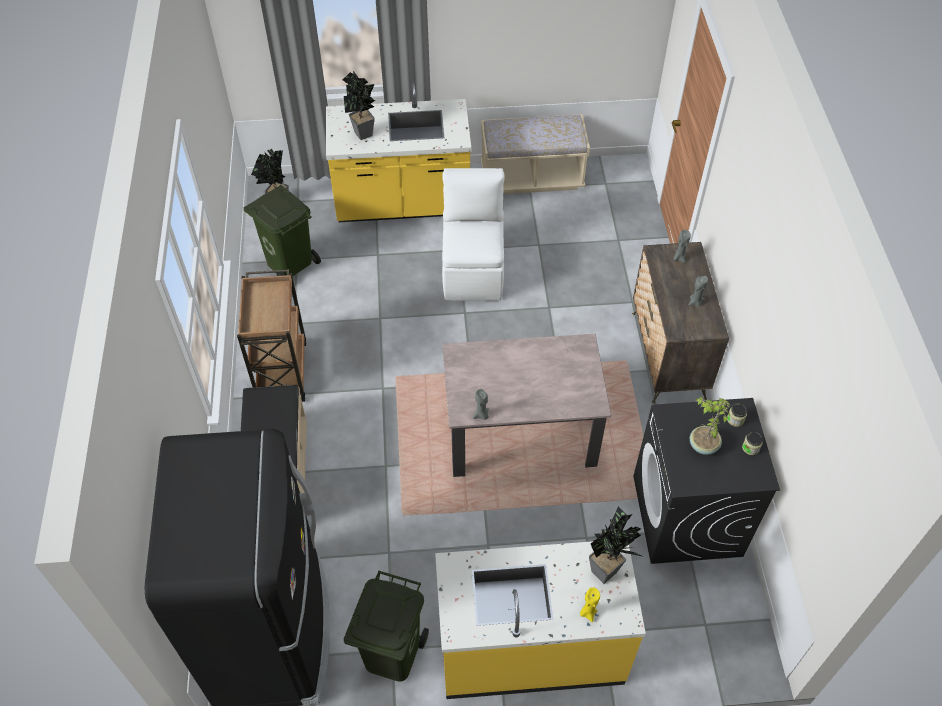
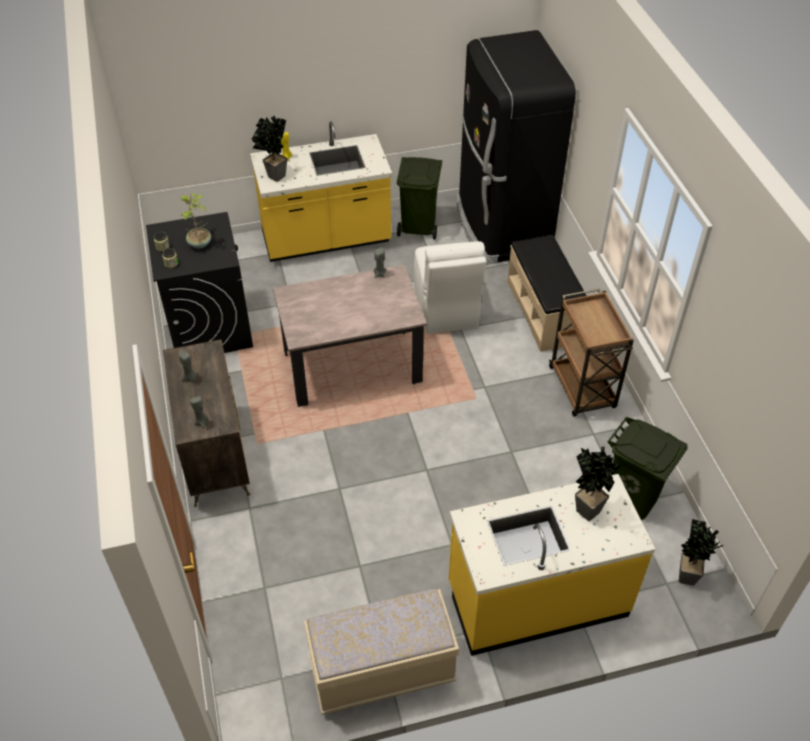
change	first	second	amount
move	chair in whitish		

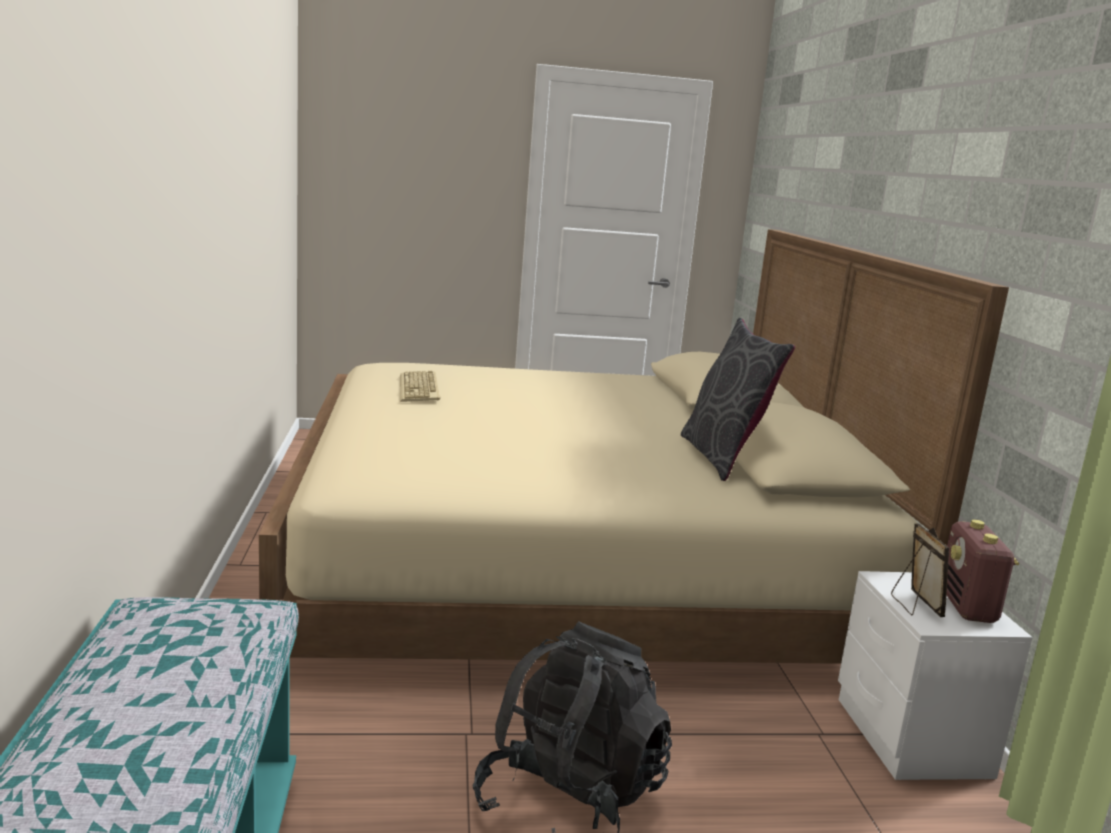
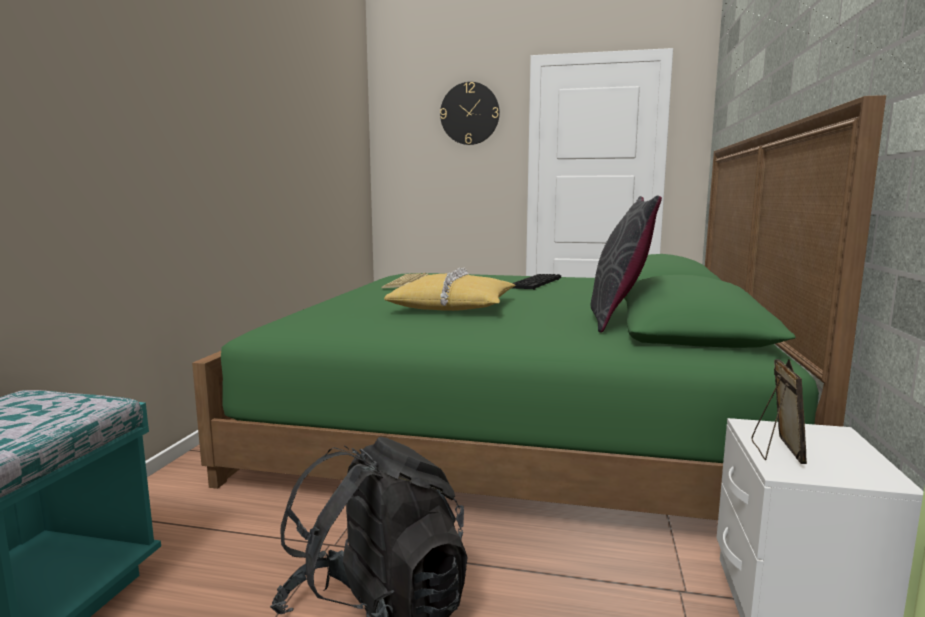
change	first	second	amount
recolor	bedroom bed in beige-coloured	bedroom bed in green-coloured	
insert		pillow in yellow-coloured	
insert		wall clock	
insert		computer keyboard (2nd from left)	
delete	radio receiver		

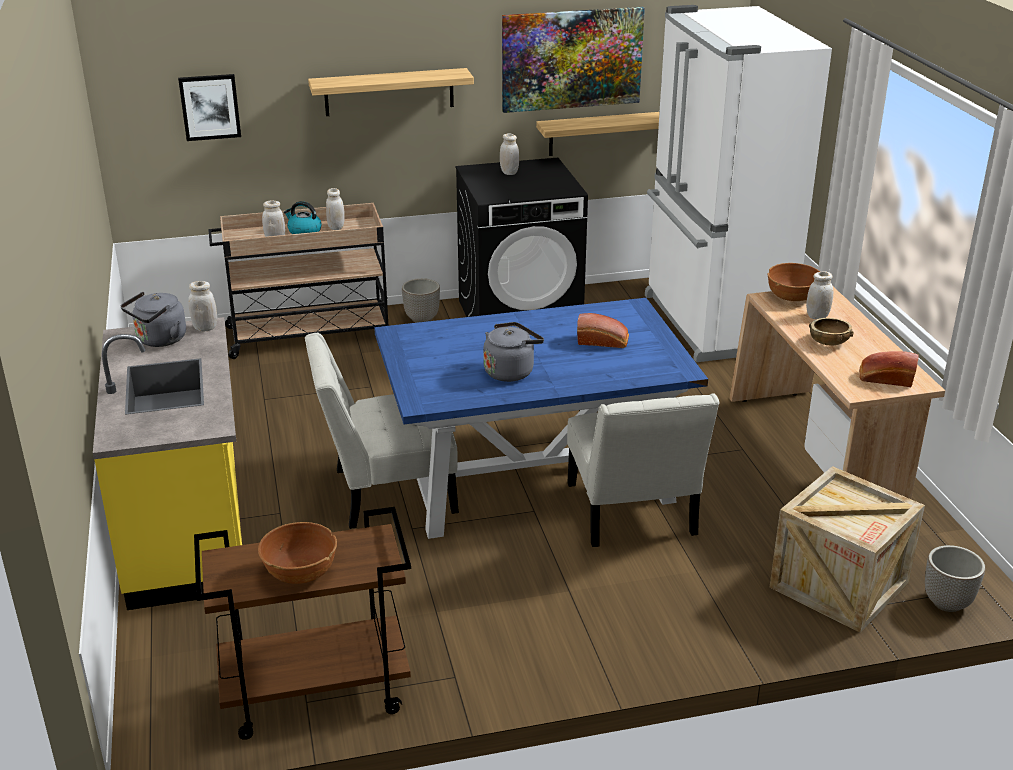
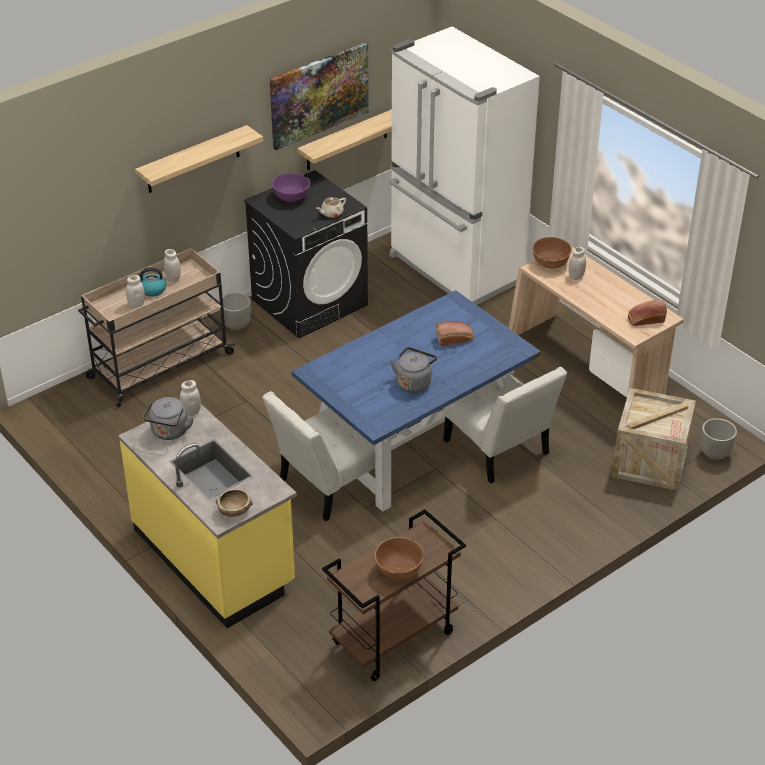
change	first	second	amount
move	serving bowl in brownish (3rd from left in the first image)	serving bowl in brownish (1st from left)	
replace	storage jar in whitish (4th from left)	serving bowl in purplish	
insert		teapot in beige-coloured	
delete	wall art (1st from left)		

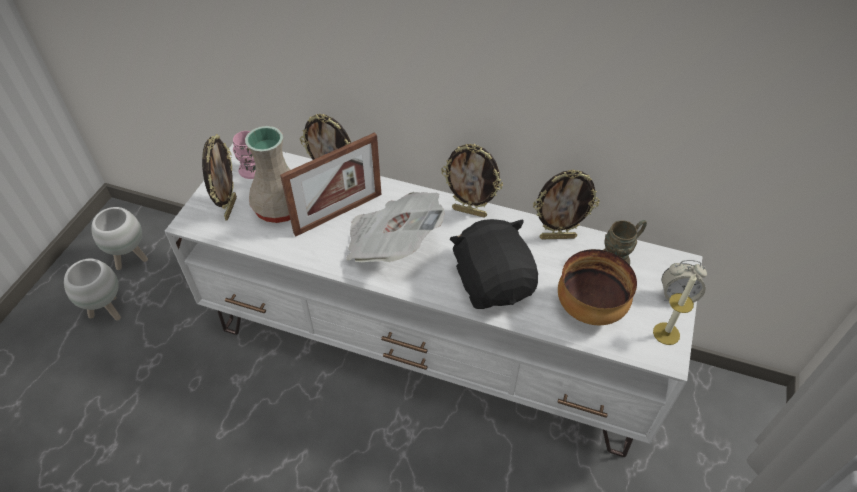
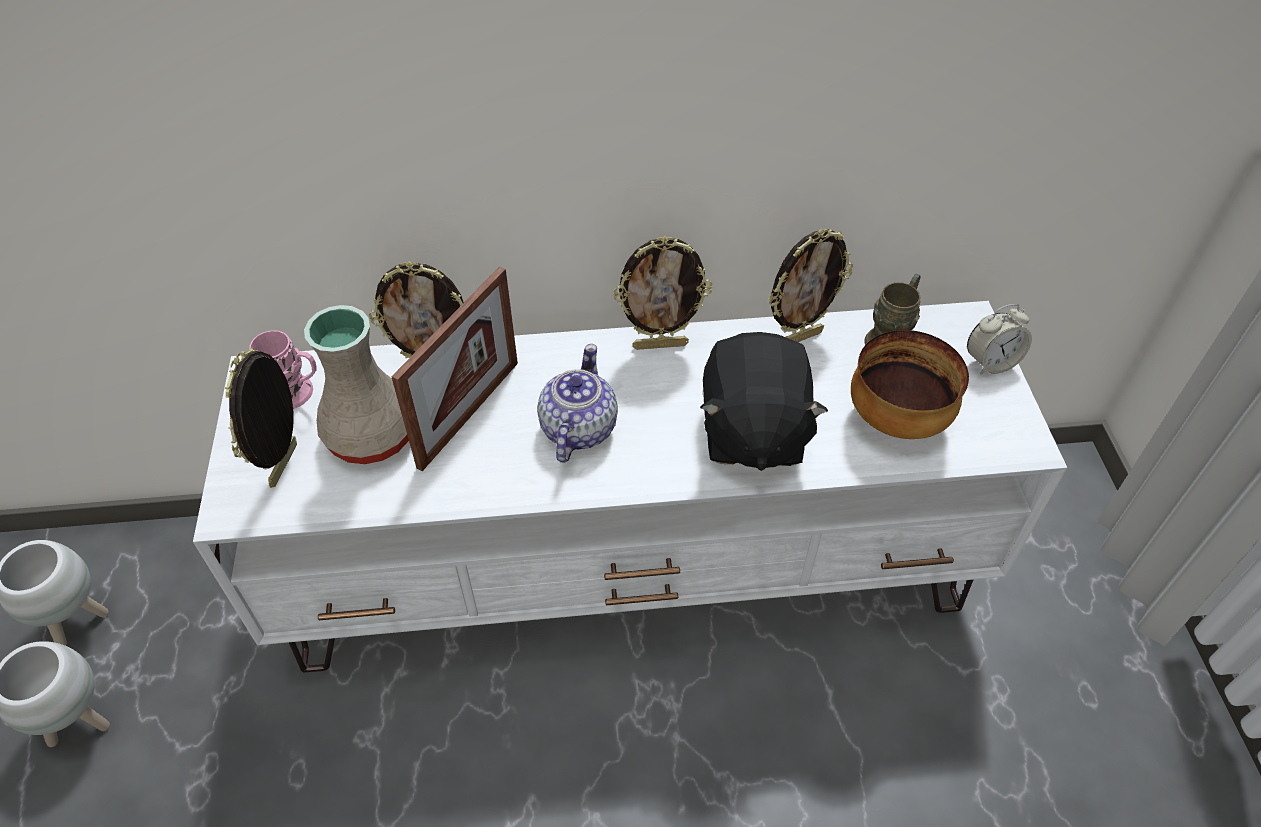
change	first	second	amount
rotate	picture frame (1st from left)		150 degrees counterclockwise
replace	daily paper	teapot	
rotate	soft toy in black		135 degrees counterclockwise
delete	candle		

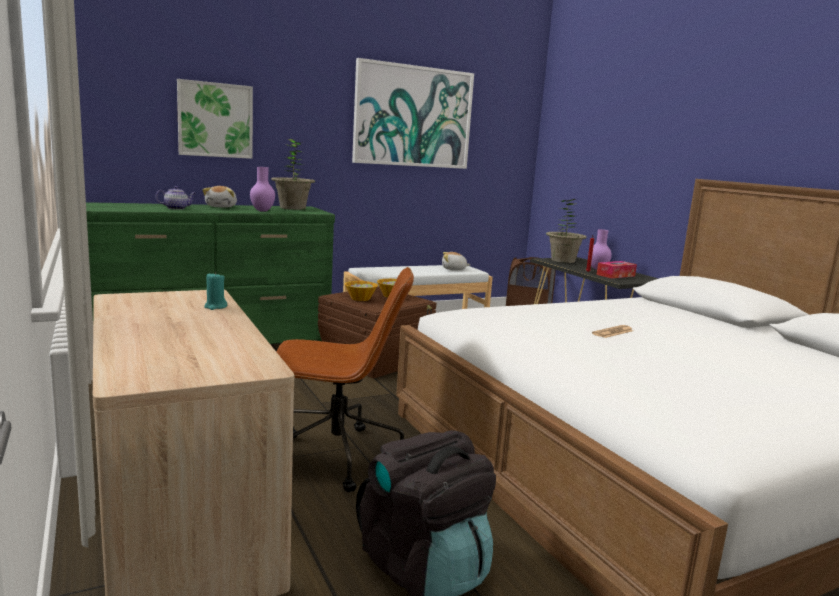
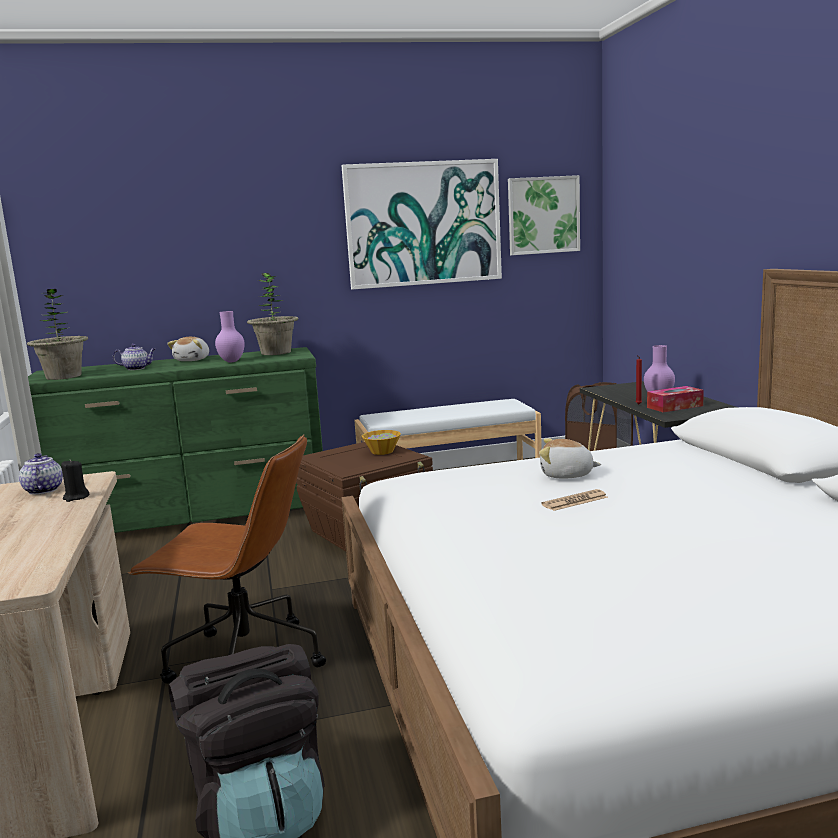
change	first	second	amount
insert		teapot (1st from left)	
move	plant in a pot (2nd from left in the first image)	plant in a pot (1st from left)	
recolor	candle in turquoise-coloured	candle in black	
move	wall art (1st from left in the first image)	wall art (2nd from left)	
move	soft toy (2nd from left)		
delete	serving bowl (1st from left)		

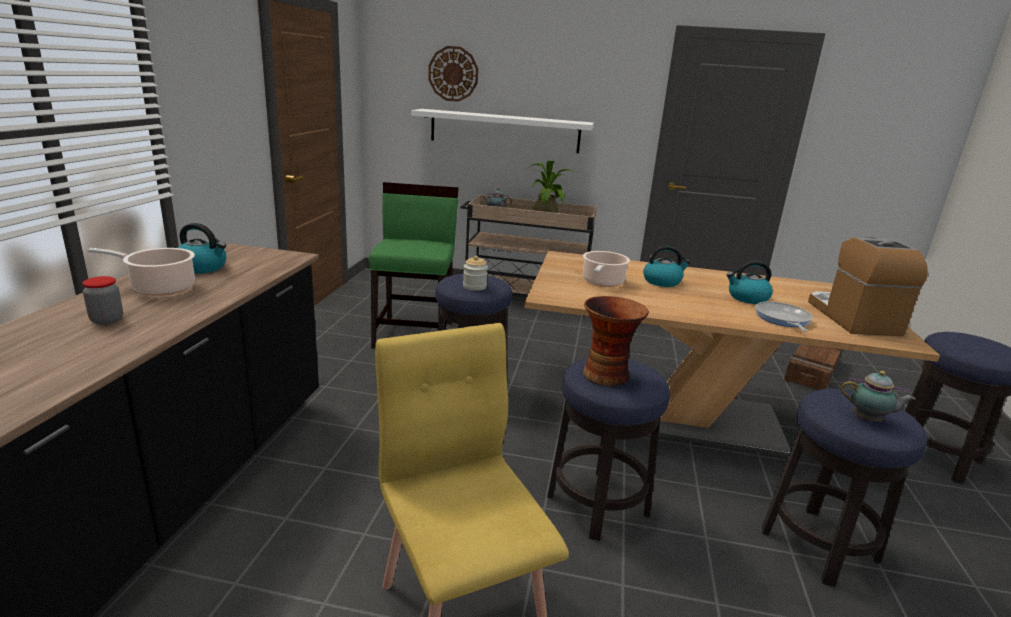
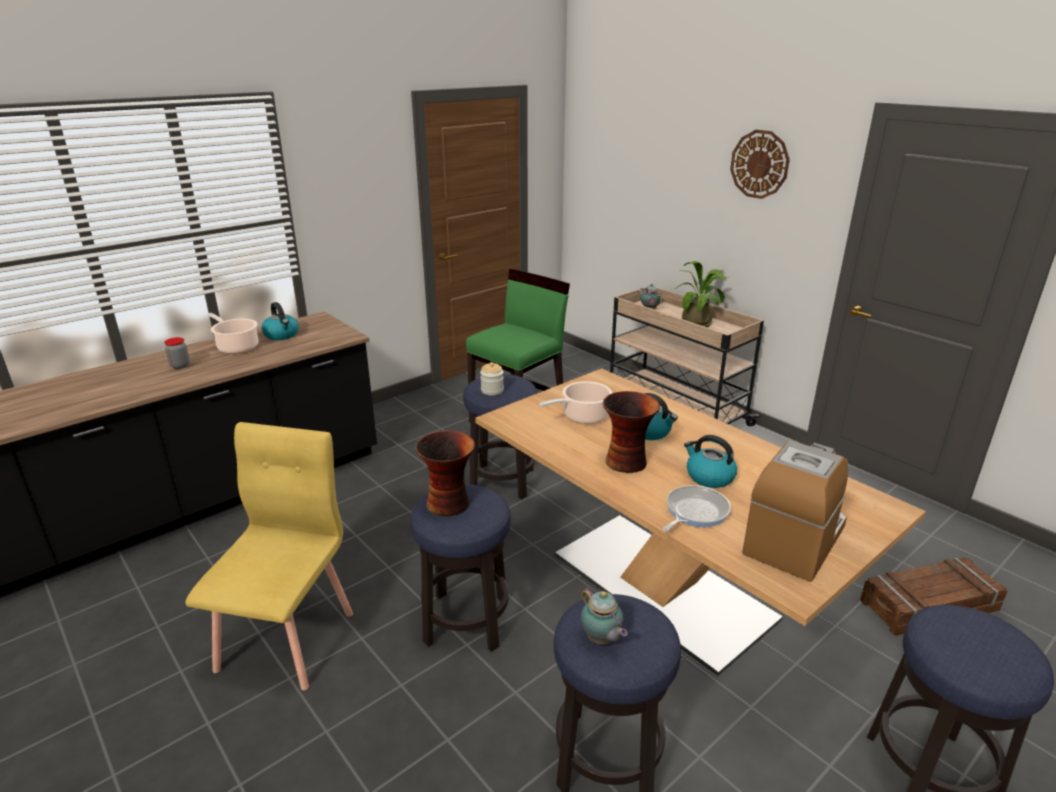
change	first	second	amount
insert		flower vase (2nd from left)	
move	wall clock		
delete	bracket shelf in whitish		

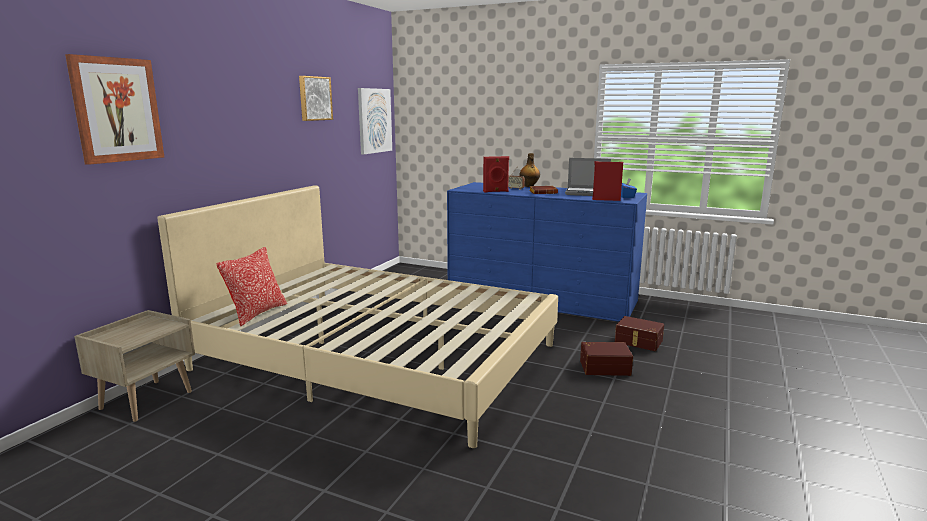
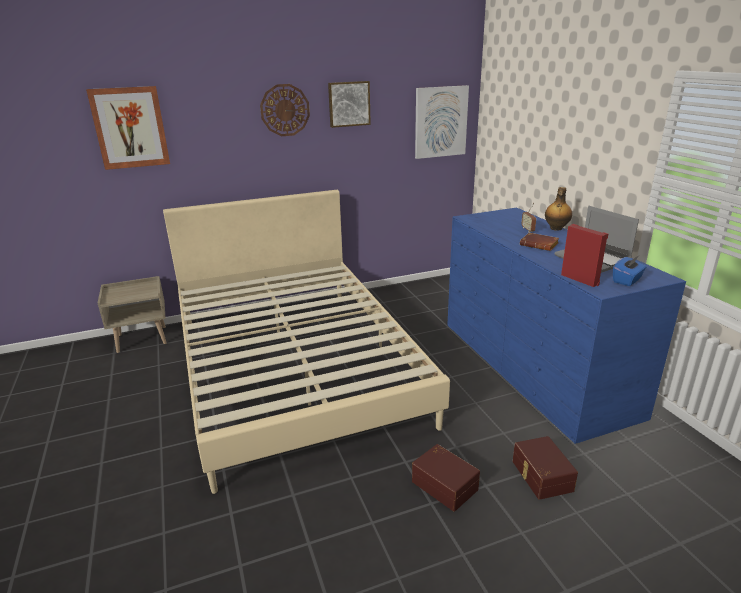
change	first	second	amount
insert		wall clock	
delete	pillow		
delete	loudspeaker in red (1st from left)		

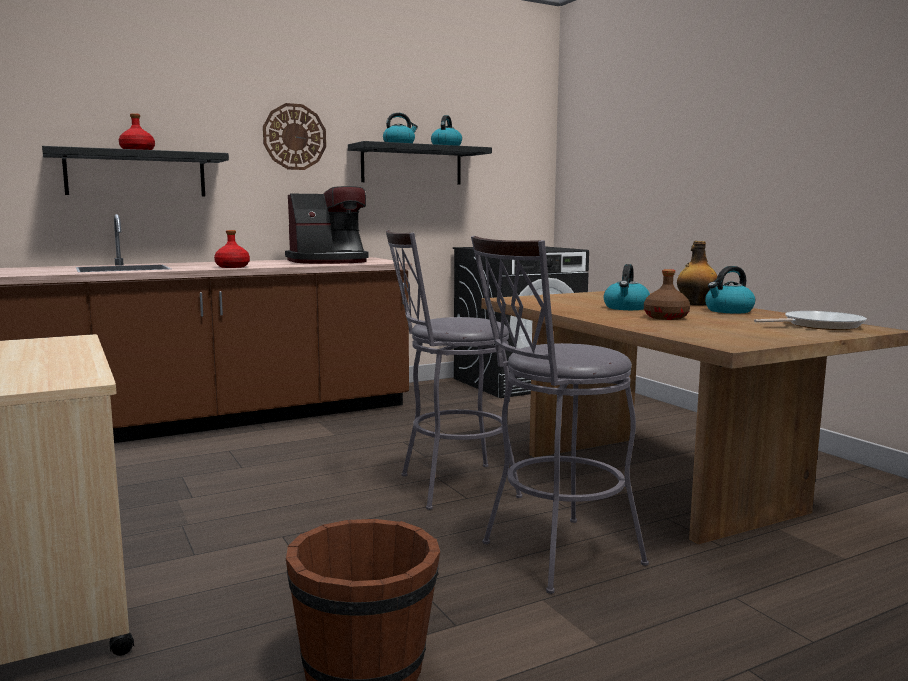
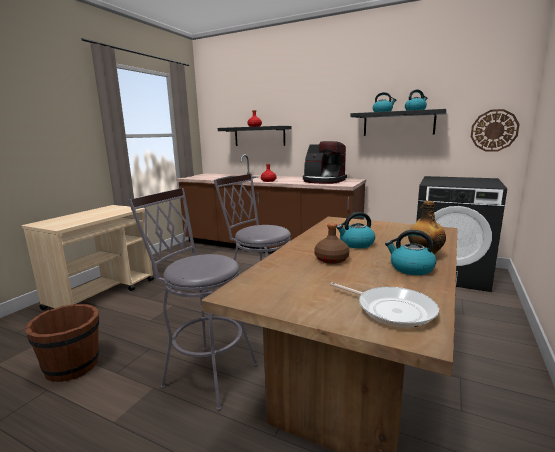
change	first	second	amount
move	wall clock		

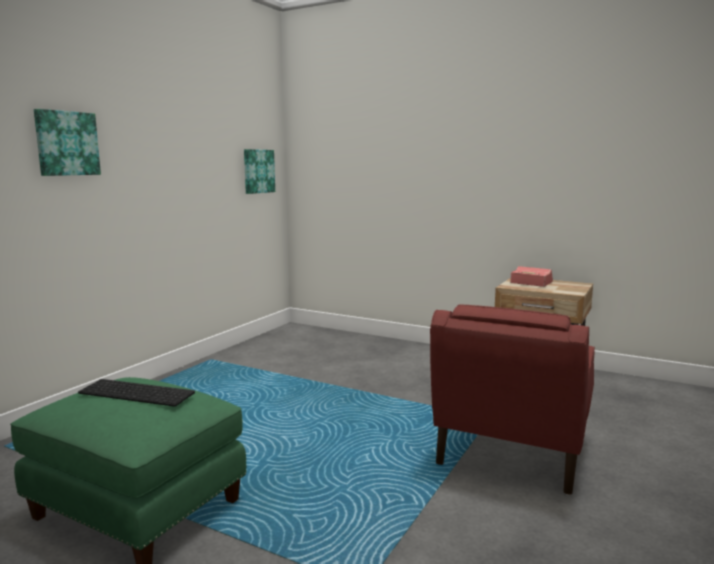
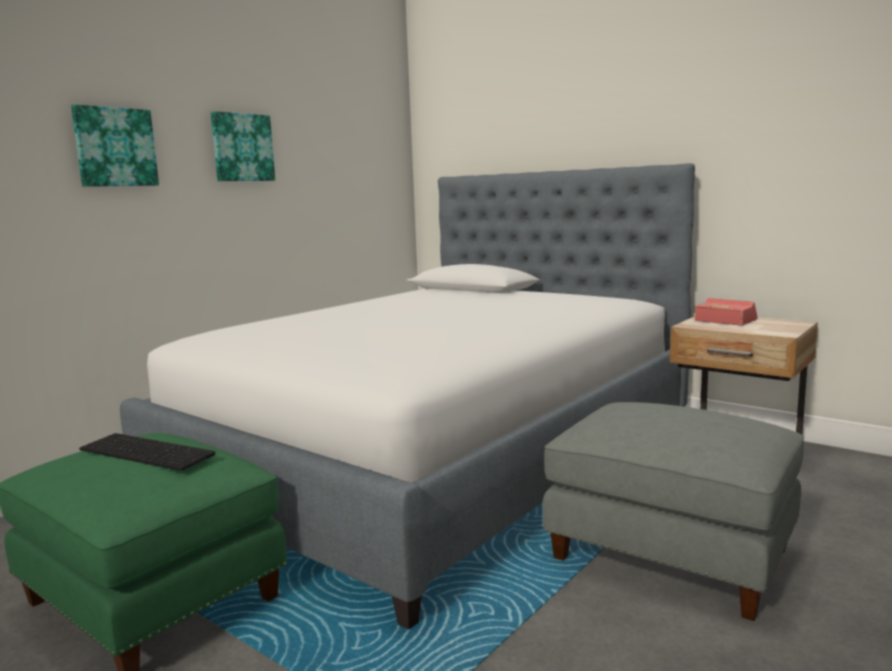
change	first	second	amount
insert		bedroom bed	
move	wall art (2nd from left)		
replace	easy chair in red	ottoman in grey	

